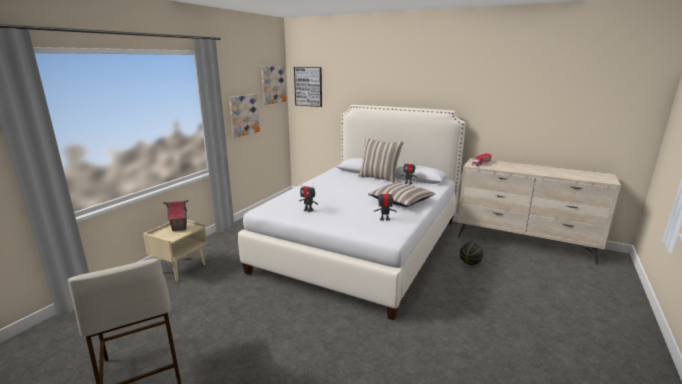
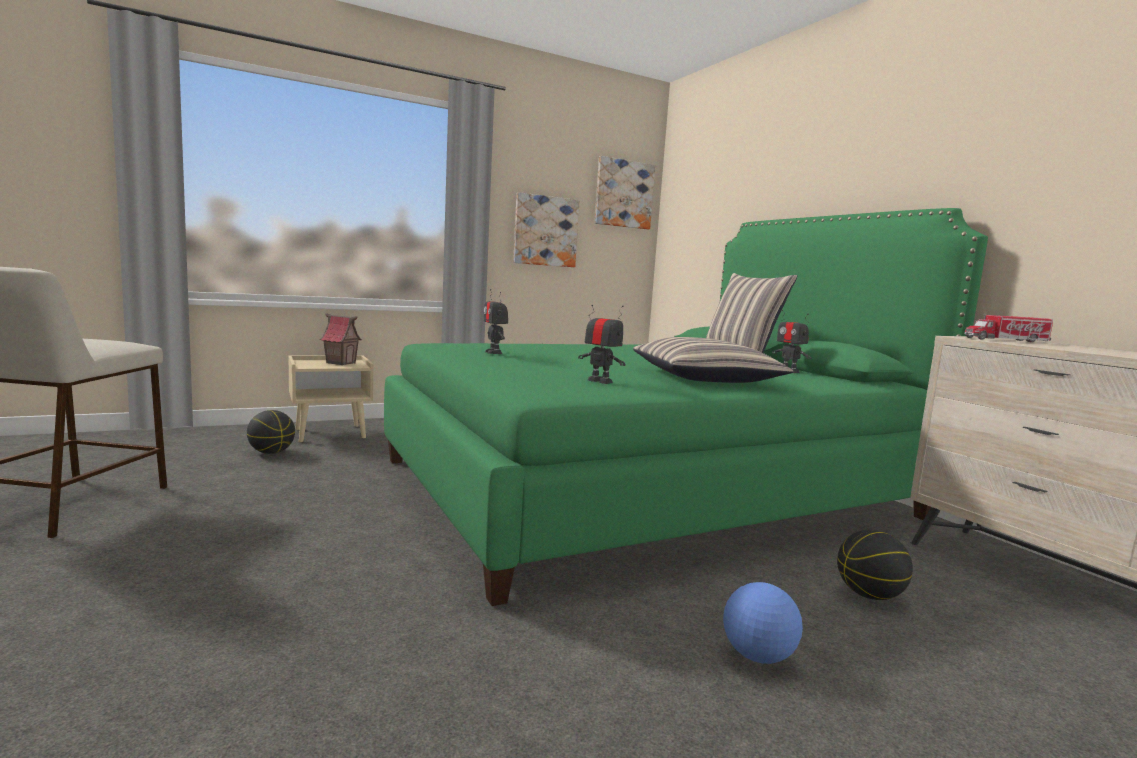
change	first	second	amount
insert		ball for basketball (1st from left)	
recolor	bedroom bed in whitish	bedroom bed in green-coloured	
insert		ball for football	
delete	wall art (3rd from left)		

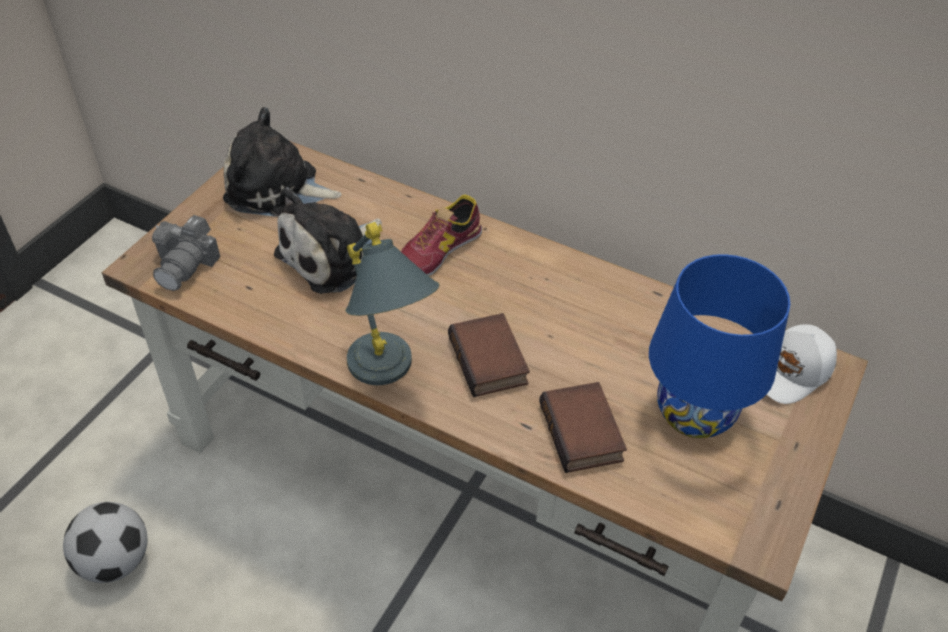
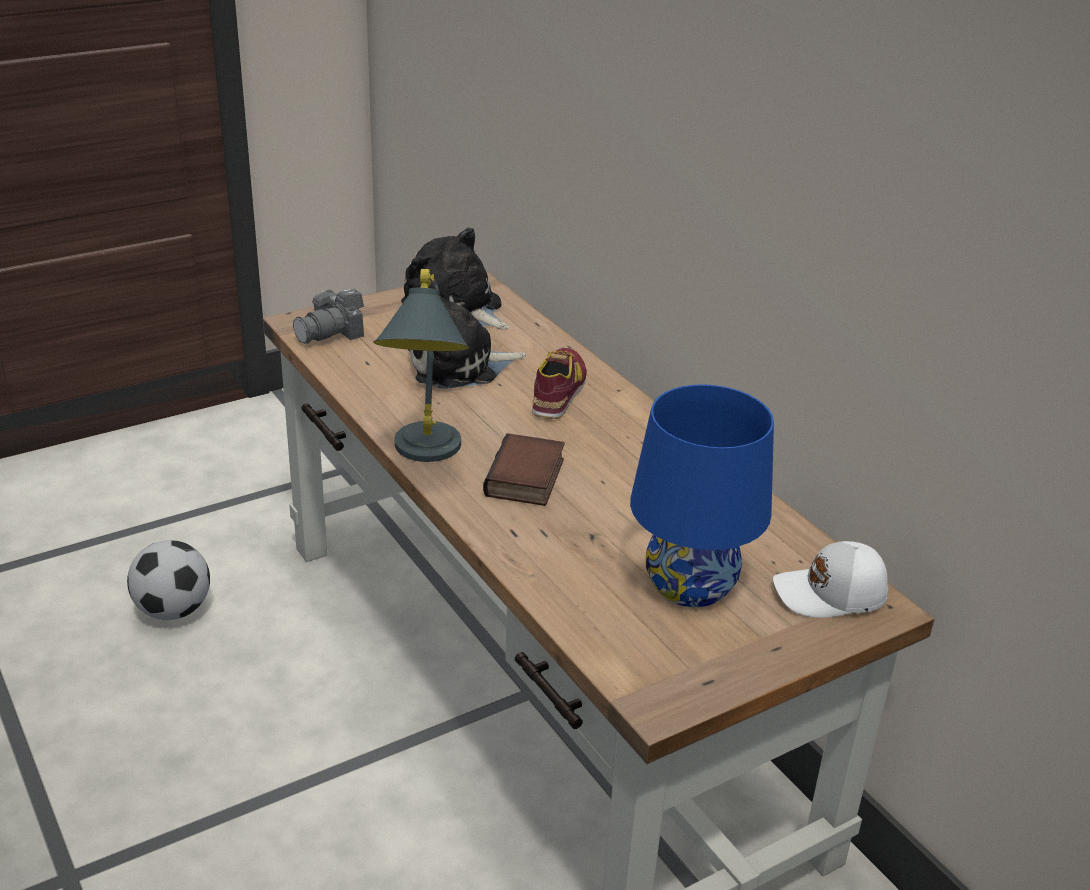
change	first	second	amount
rotate	item of footwear		120 degrees clockwise
delete	bound book (2nd from left)		

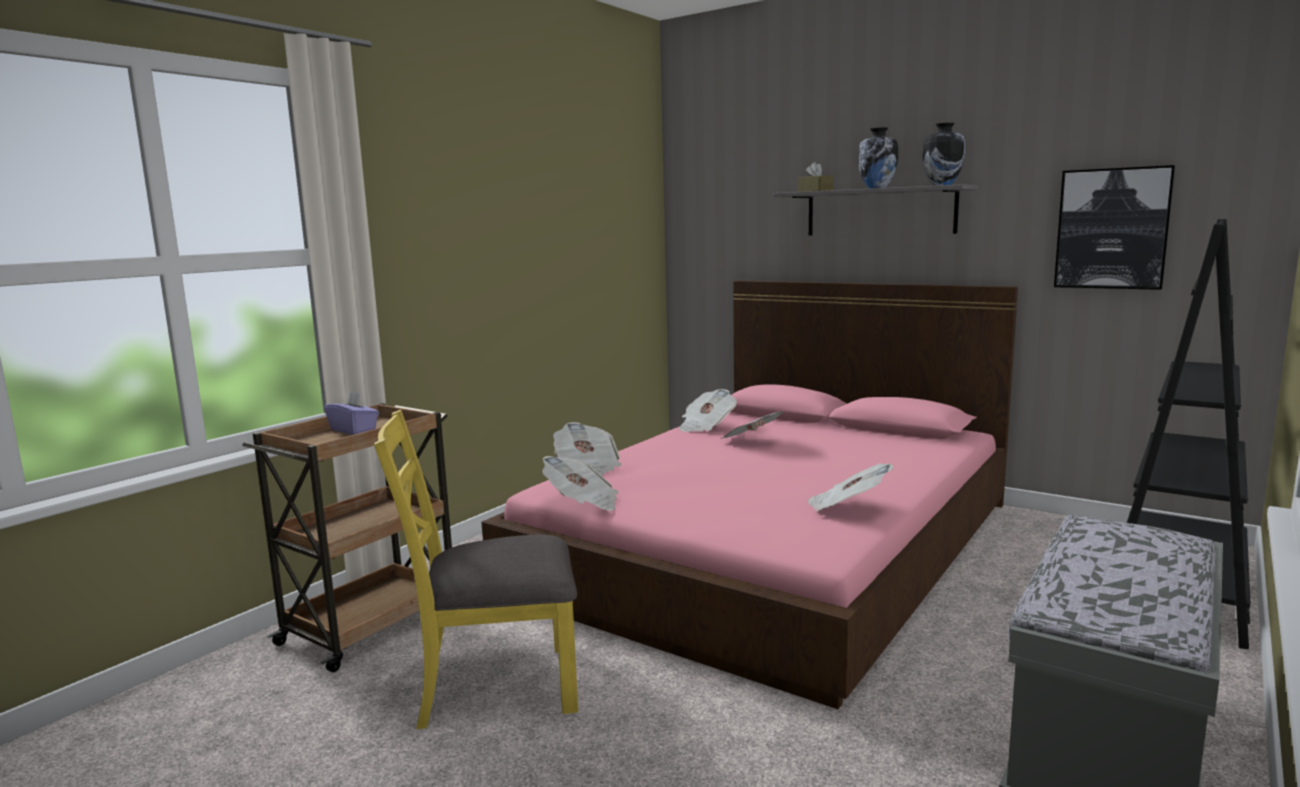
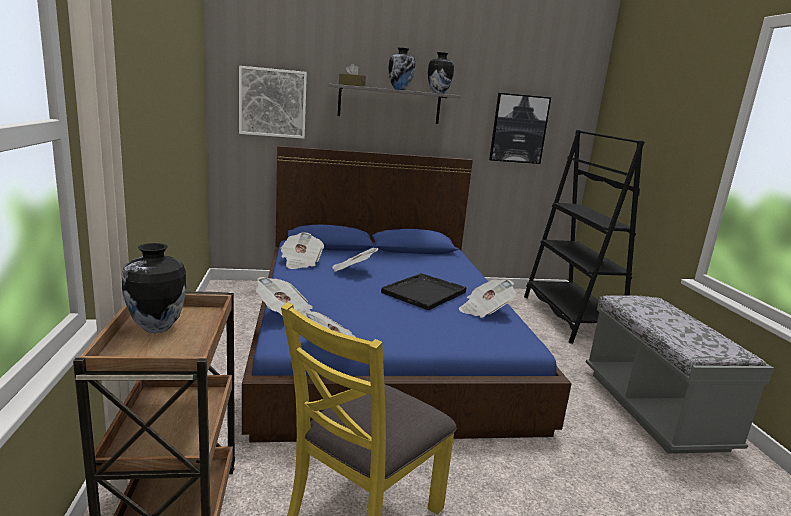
change	first	second	amount
replace	box of tissues in purplish	flower vase (1st from left)	
insert		wall art (1st from left)	
recolor	bedroom bed in pinkish	bedroom bed in blue	
insert		serving tray in black	

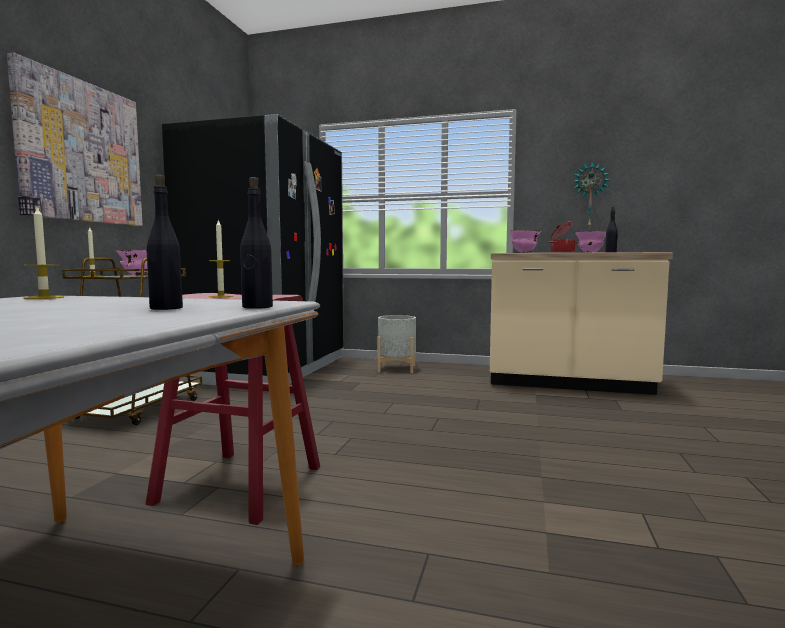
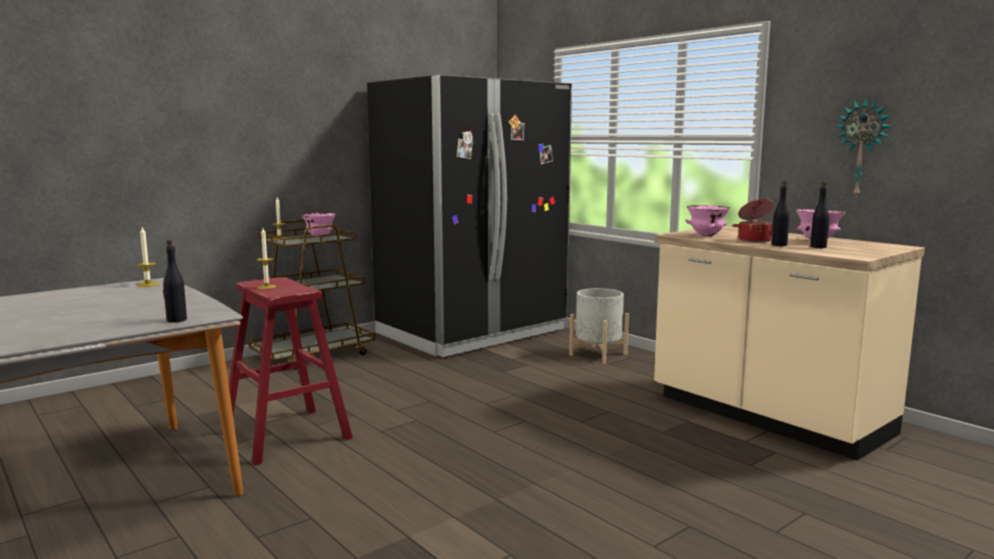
change	first	second	amount
move	beverage bottle in black (1st from left in the first image)	beverage bottle in black (2nd from left)	
delete	wall art		

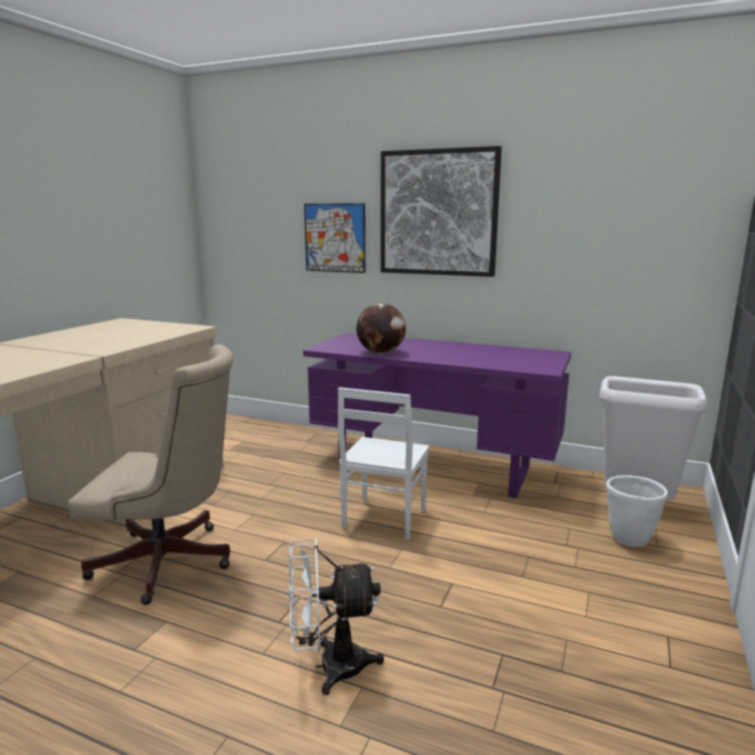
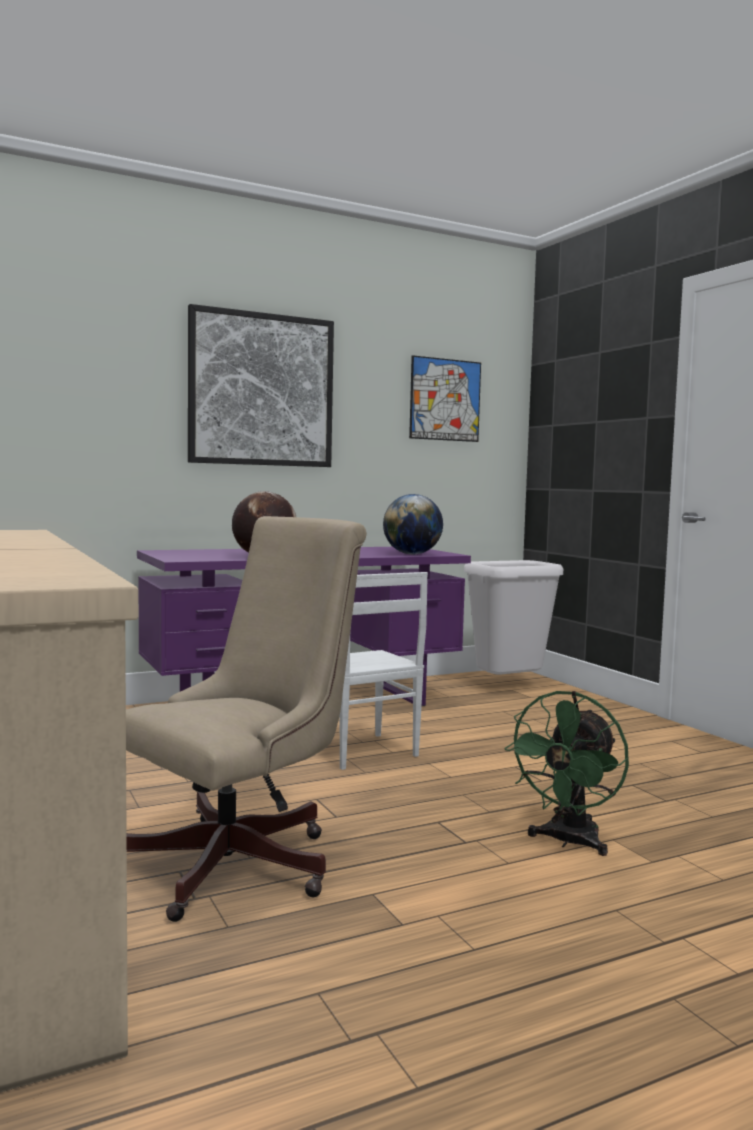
change	first	second	amount
insert		desk globe (2nd from left)	
move	wall art (1st from left in the first image)	wall art (2nd from left)	
recolor	fan in whitish	fan in green-coloured	
delete	planter in whitish		

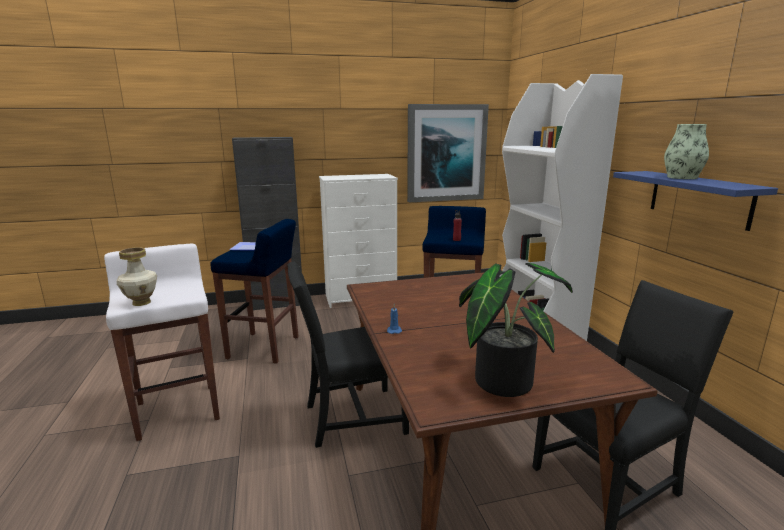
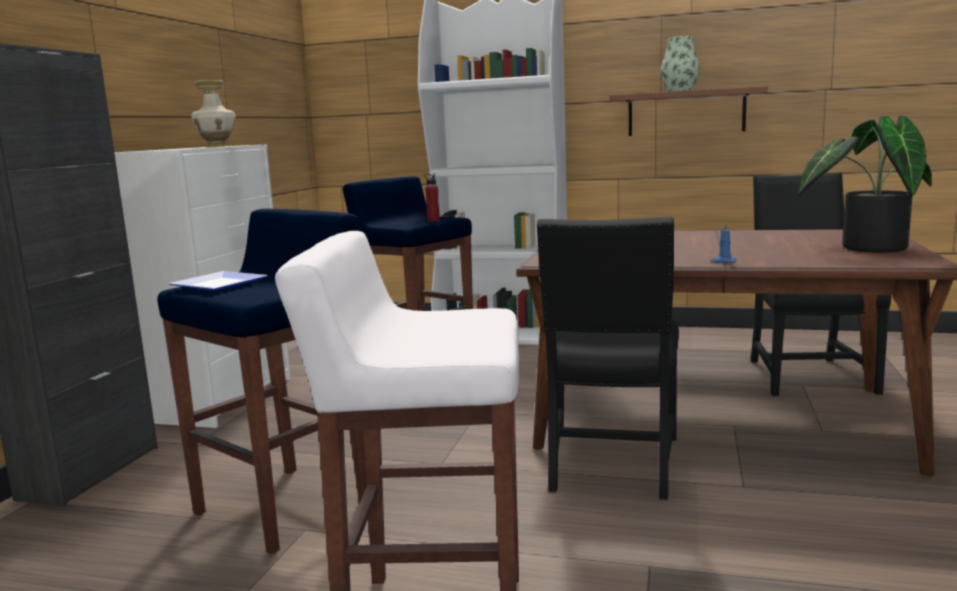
change	first	second	amount
move	flower vase (1st from left)		
recolor	bracket shelf in blue	bracket shelf in brownish	
delete	wall art		

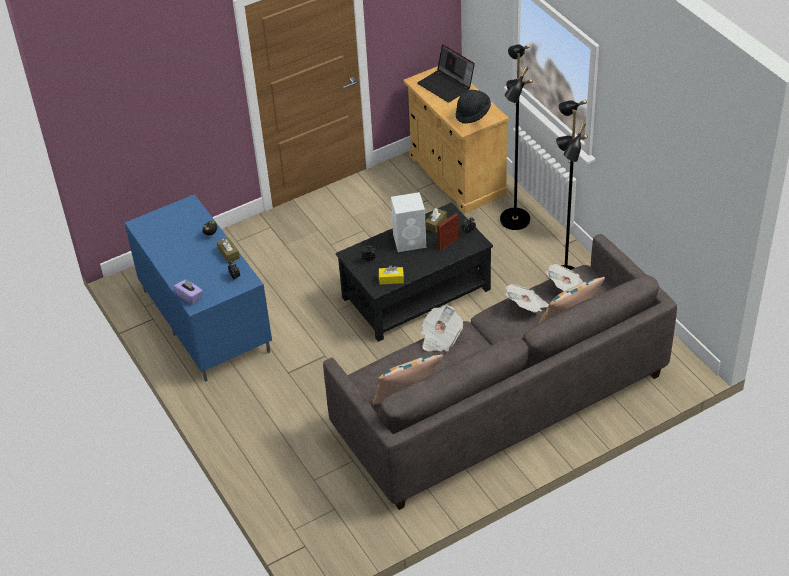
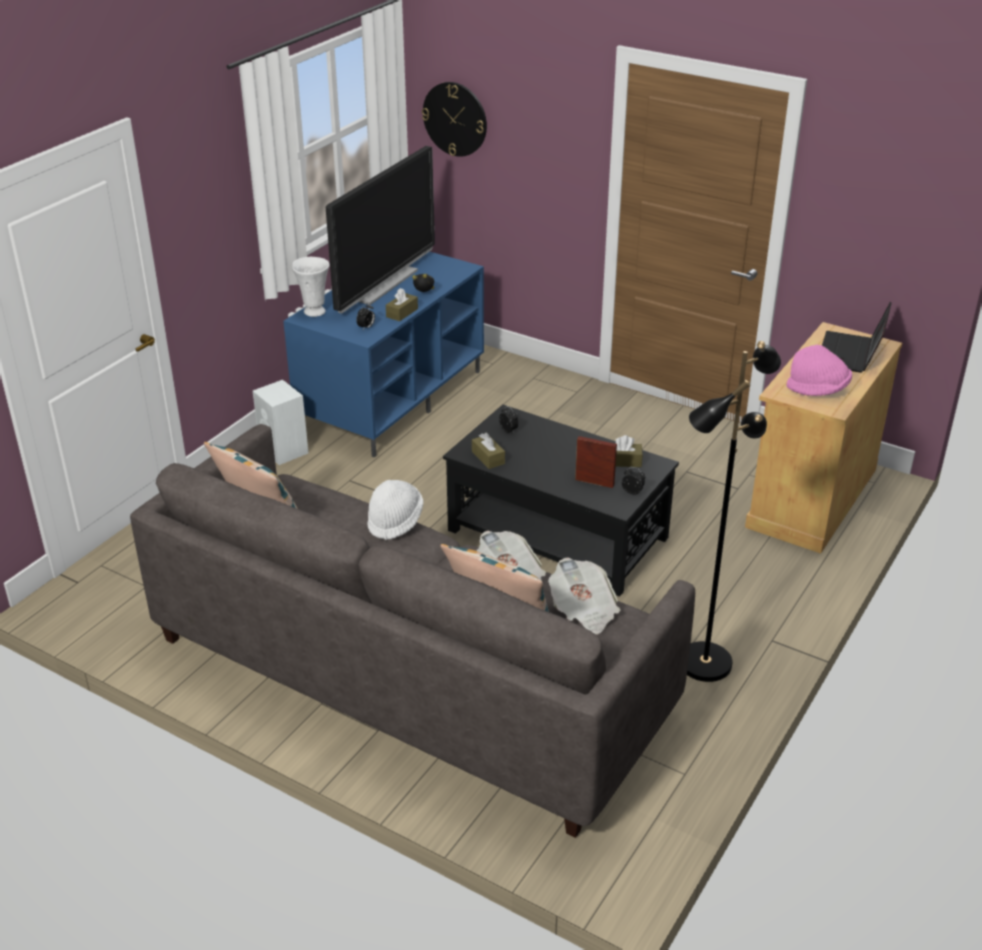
change	first	second	amount
move	loudspeaker in whitish		
replace	box of tissues in purplish	flower vase in whitish	
insert		television	
replace	daily paper (1st from left)	wearable hat in whitish	
insert		wall clock	
recolor	box of tissues in yellow-coloured	box of tissues in brownish (2nd from left)	
recolor	wearable hat in black	wearable hat in pinkish	
delete	floor lamp in black (1st from left)		

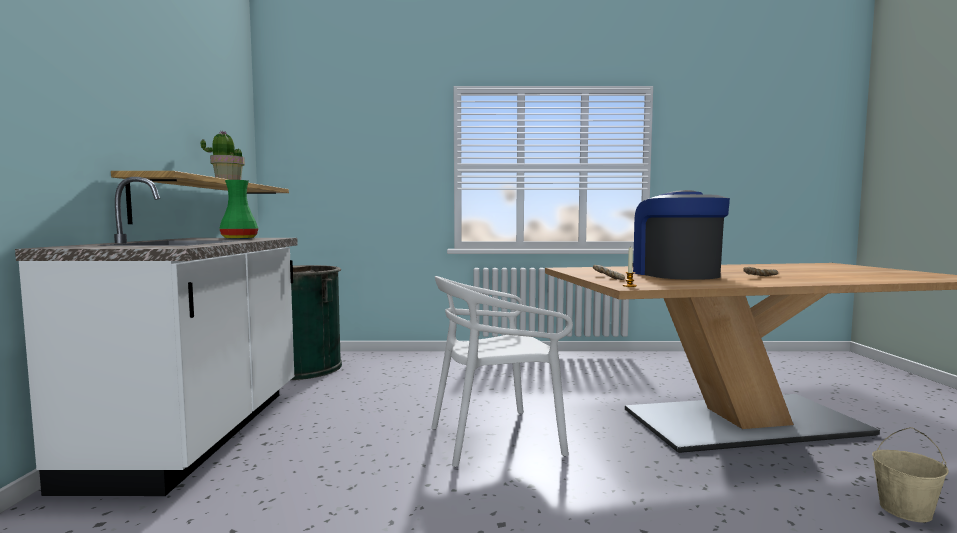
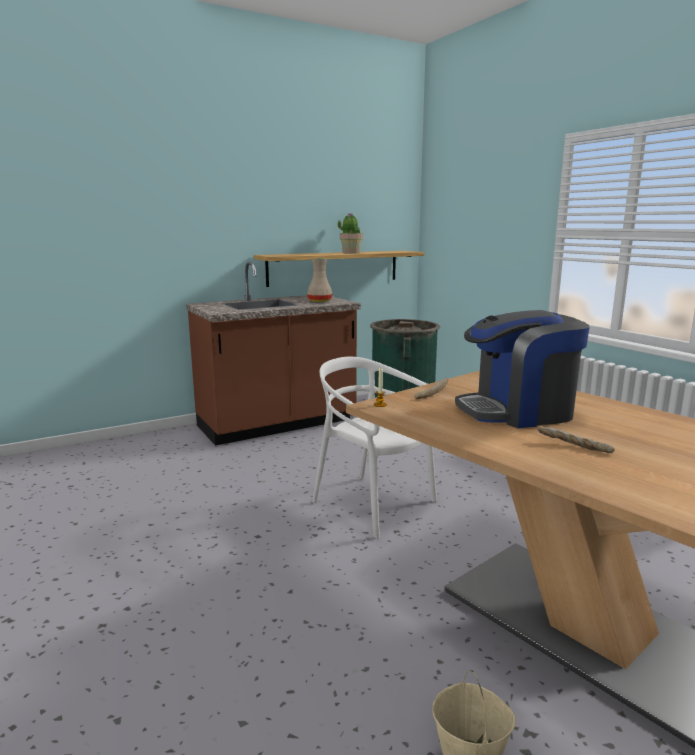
change	first	second	amount
recolor	kitchen base unit in whitish	kitchen base unit in brownish	
recolor	flower vase in green-coloured	flower vase in beige-coloured	
rotate	coffee maker		150 degrees counterclockwise

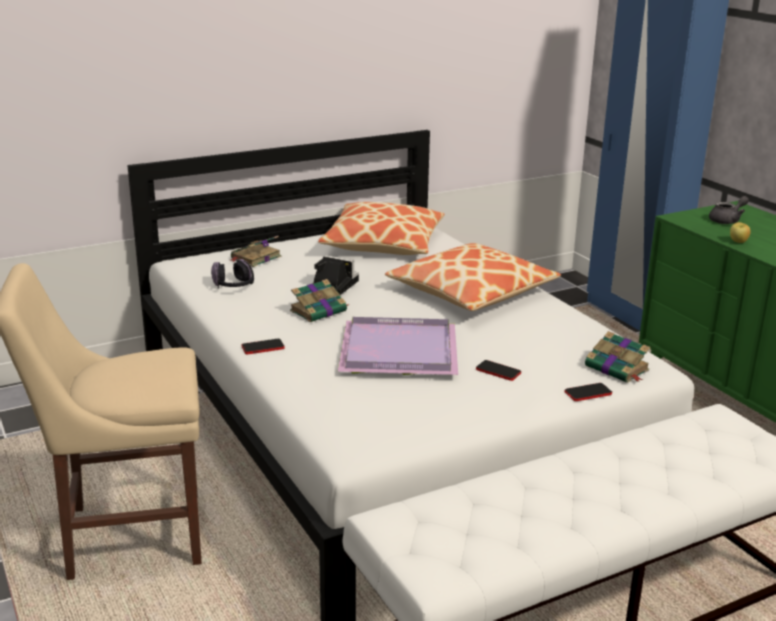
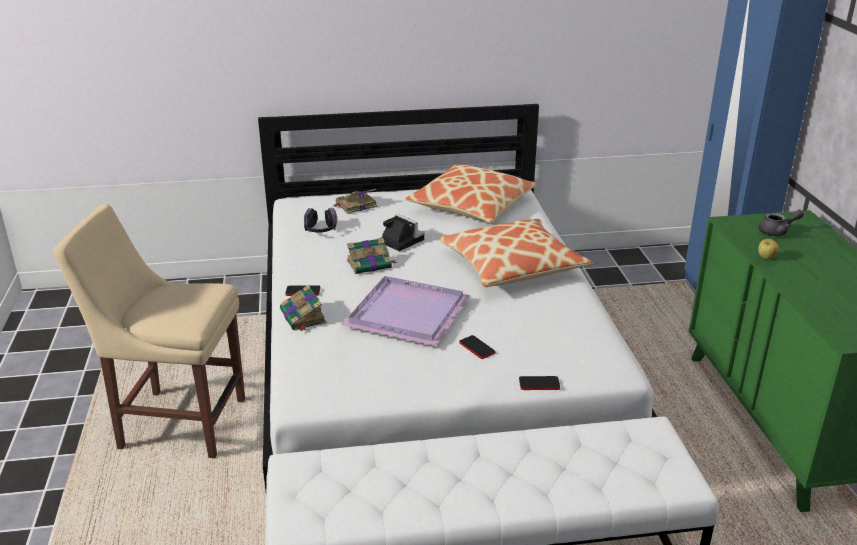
change	first	second	amount
move	bound book (3rd from left in the first image)	bound book (1st from left)	

